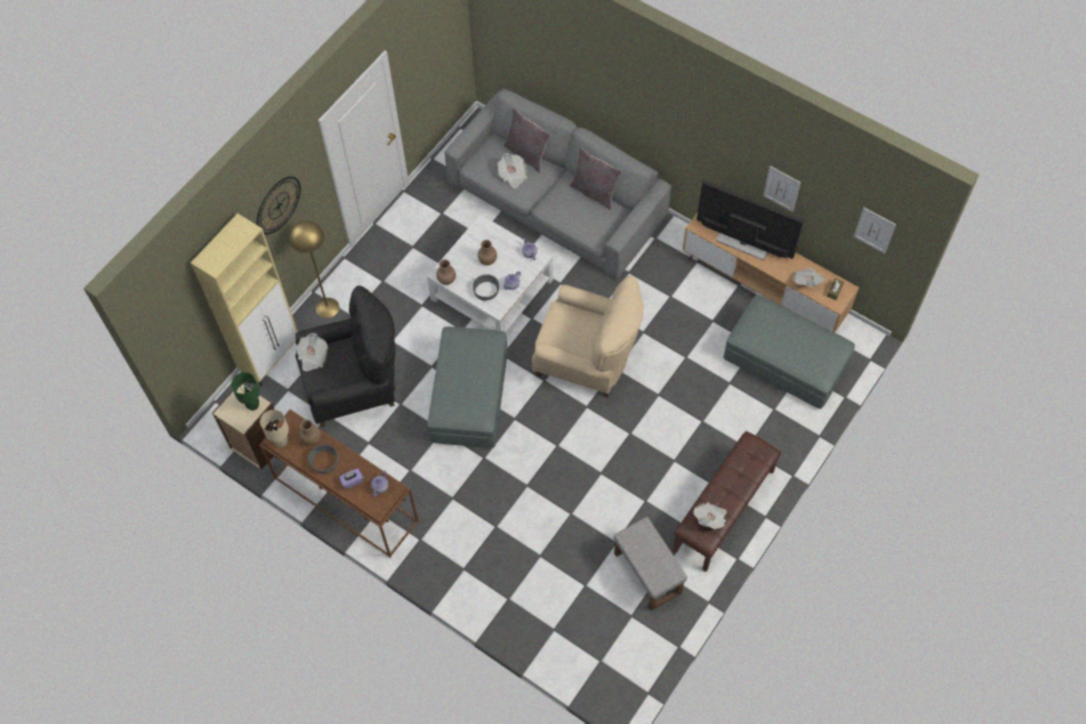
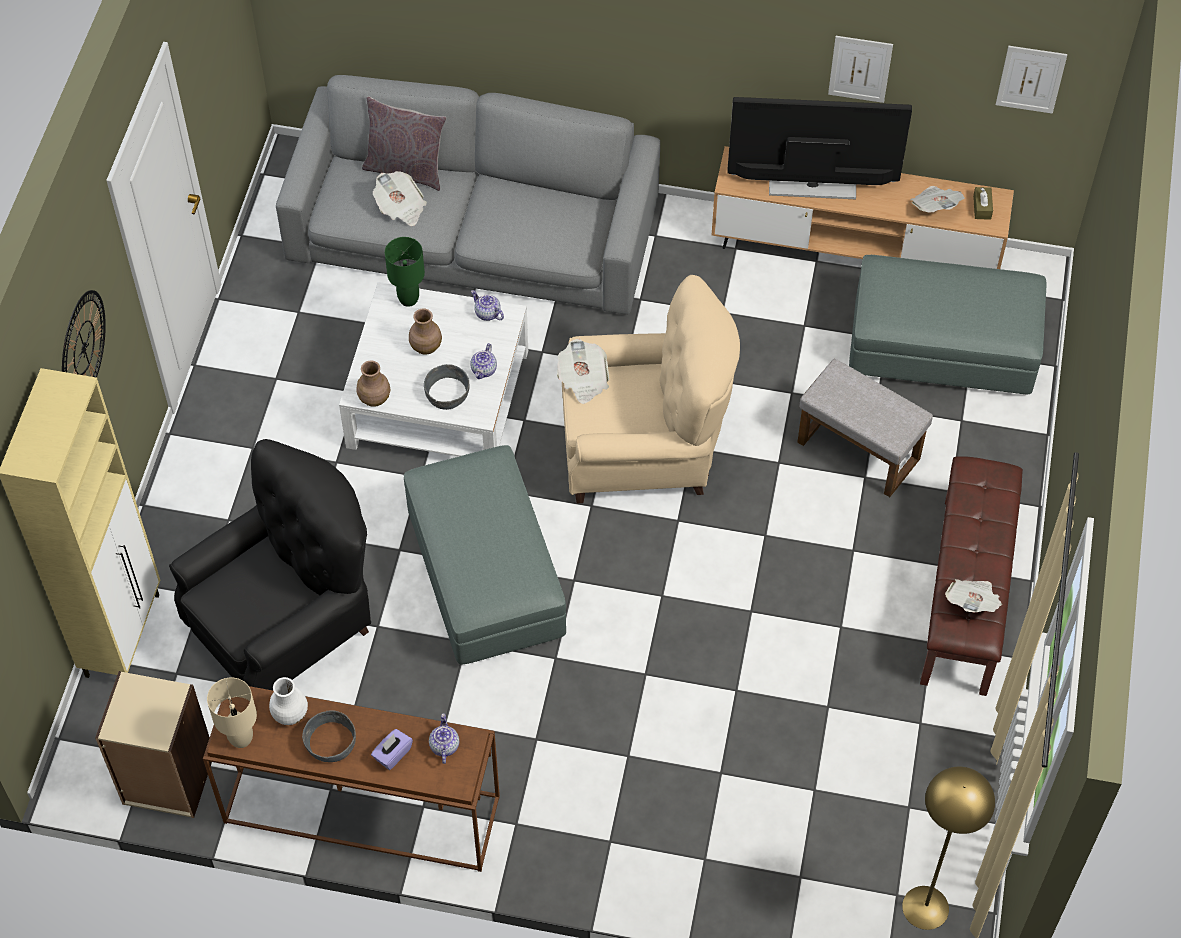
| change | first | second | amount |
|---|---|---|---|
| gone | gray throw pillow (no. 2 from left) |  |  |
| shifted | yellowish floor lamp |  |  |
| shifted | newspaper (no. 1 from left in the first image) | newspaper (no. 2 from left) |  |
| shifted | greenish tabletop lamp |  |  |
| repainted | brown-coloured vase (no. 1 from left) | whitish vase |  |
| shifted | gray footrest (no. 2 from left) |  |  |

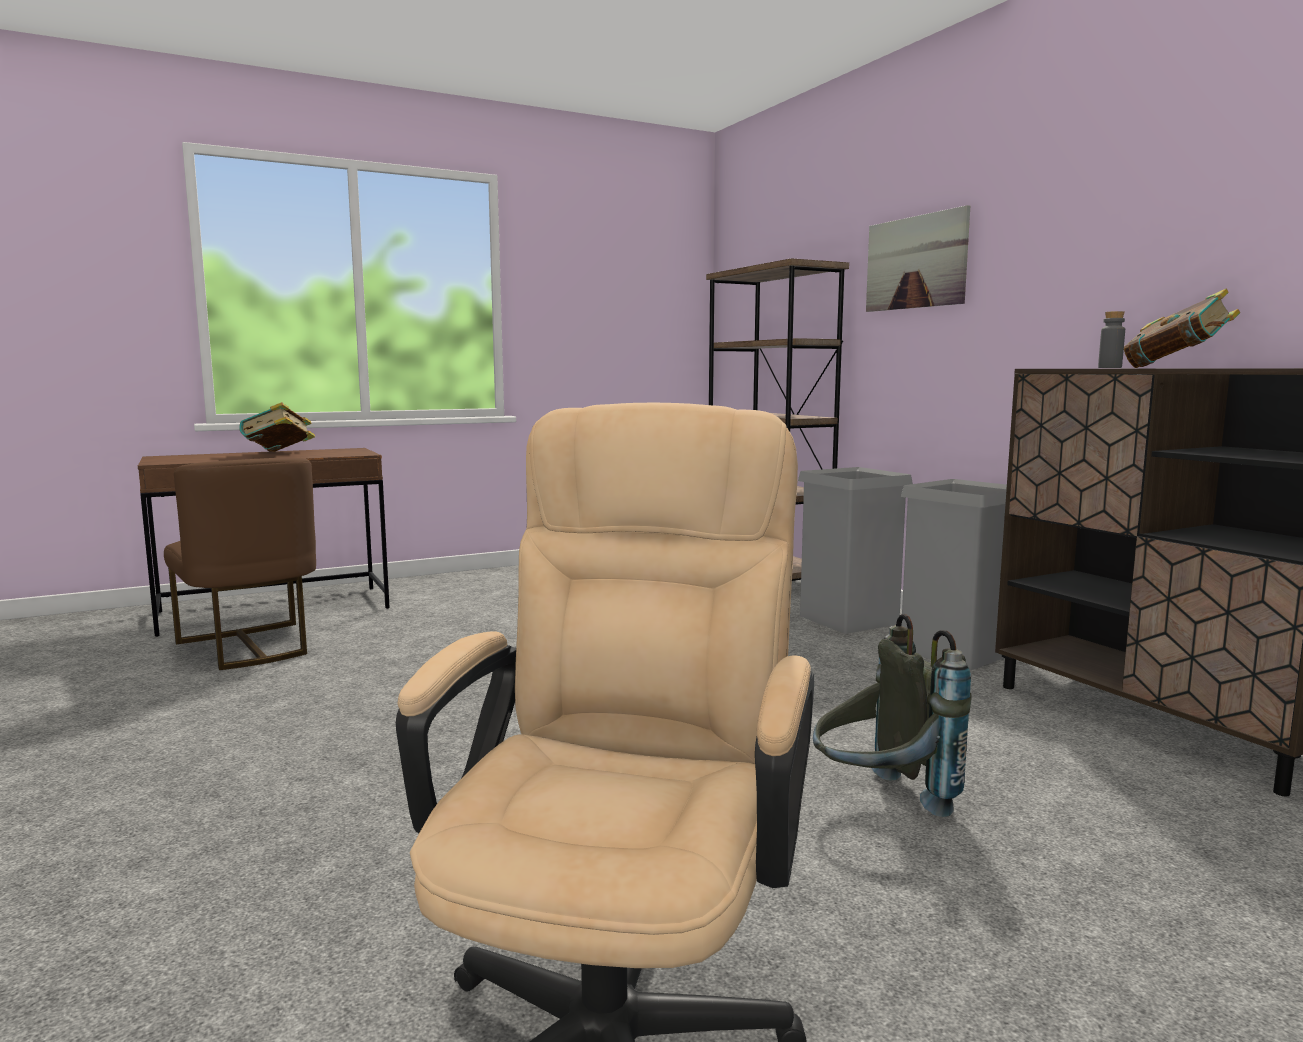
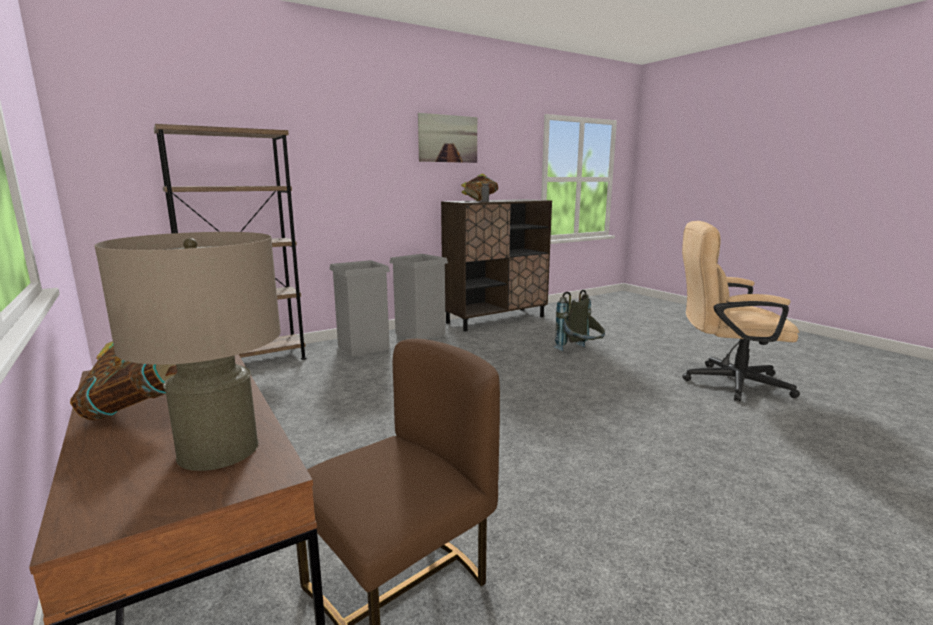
| change | first | second | amount |
|---|---|---|---|
| shifted | wall art |  |  |
| new |  | beige-coloured tabletop lamp |  |

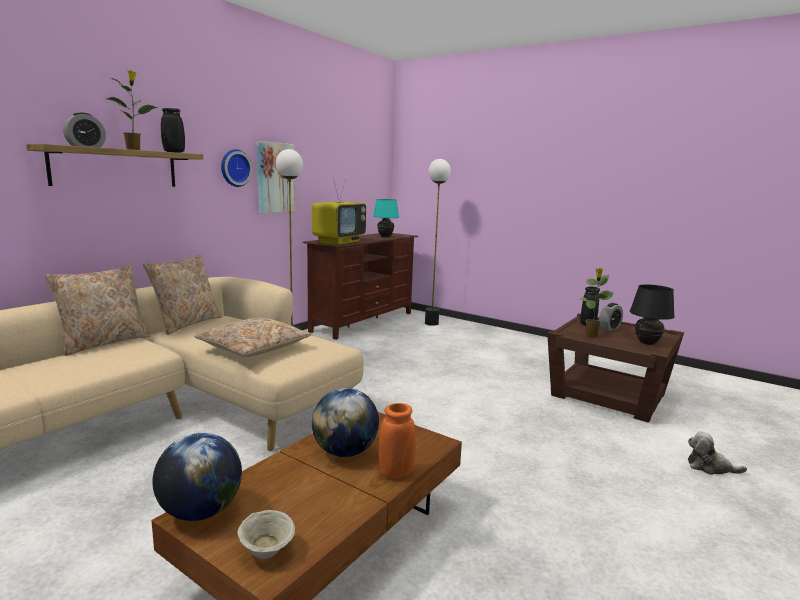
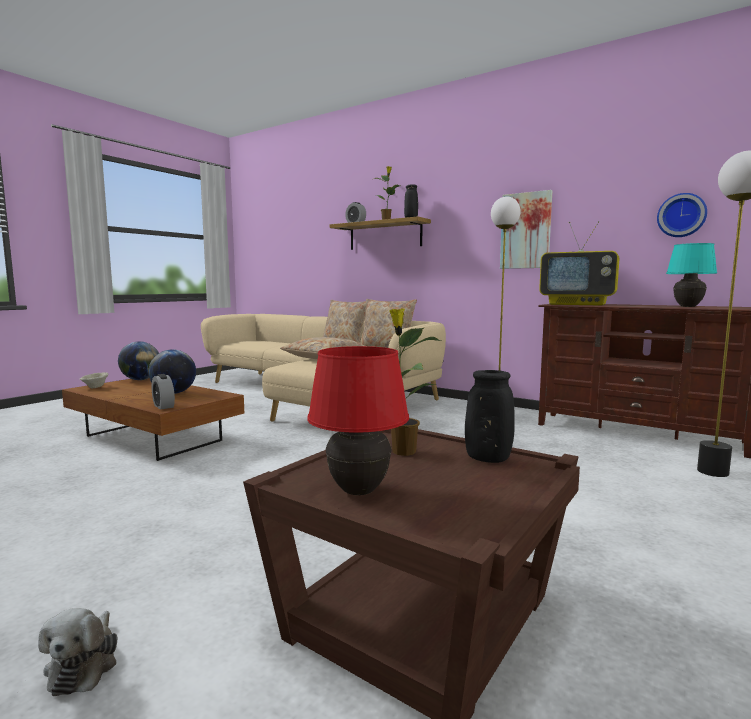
| change | first | second | amount |
|---|---|---|---|
| shifted | clock on the wall |  |  |
| repainted | black-coloured tabletop lamp | red tabletop lamp |  |
| shifted | bedside clock (no. 2 from left in the first image) | bedside clock (no. 1 from left) |  |
| gone | orangey vase |  |  |
| rotated | soft toy |  | 150 degrees clockwise |

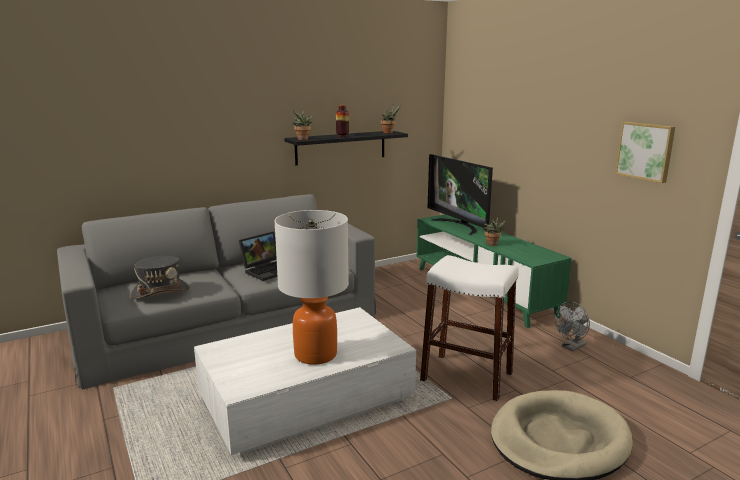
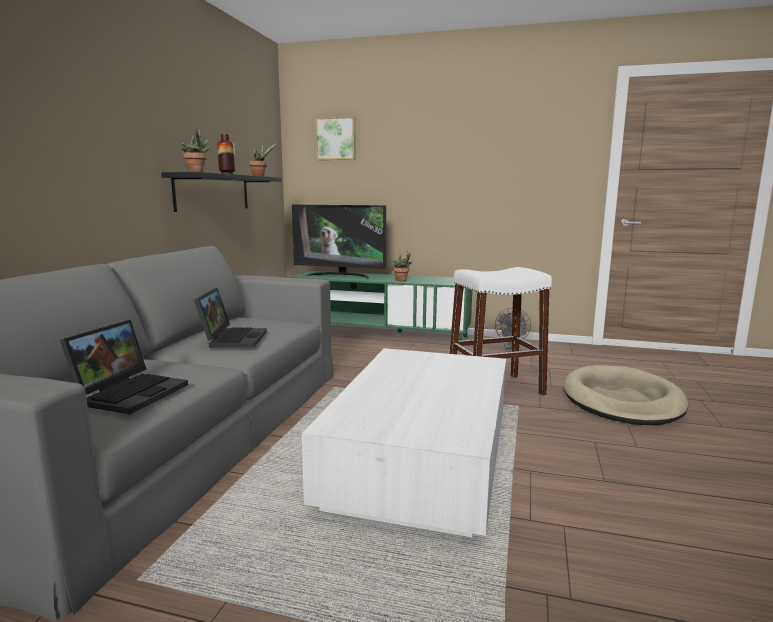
| change | first | second | amount |
|---|---|---|---|
| shifted | wall art |  |  |
| gone | tabletop lamp |  |  |
| swapped | gray hat | notebook computer (no. 1 from left) |  |

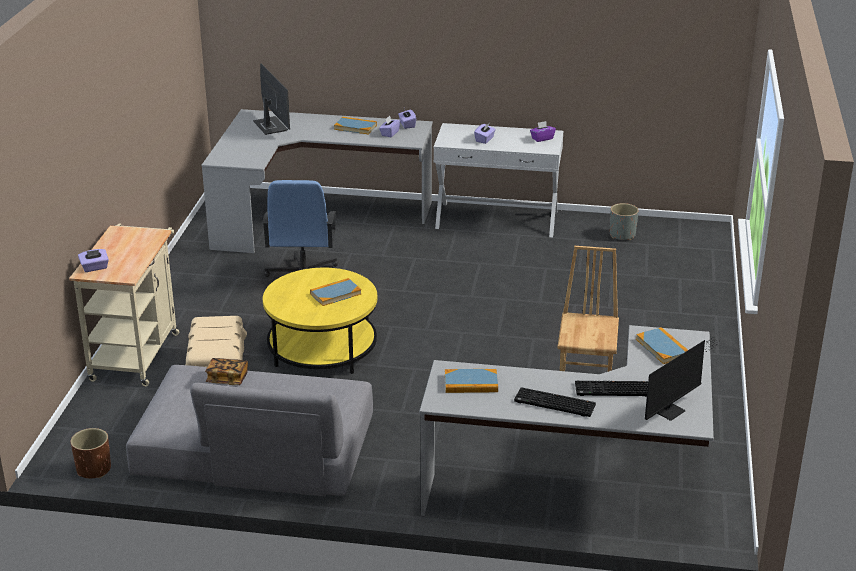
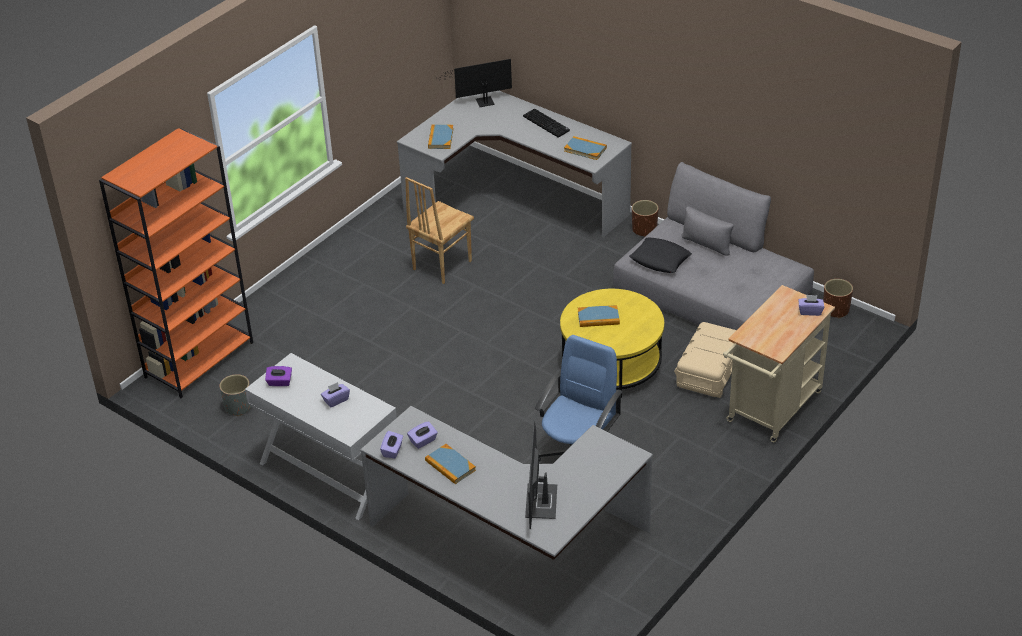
| change | first | second | amount |
|---|---|---|---|
| gone | book (no. 1 from left) |  |  |
| gone | keyboard (no. 2 from left) |  |  |
| new |  | orangey bookcase |  |
| new |  | brown-coloured plant pot (no. 1 from left) |  |
| new |  | black-coloured throw pillow |  |

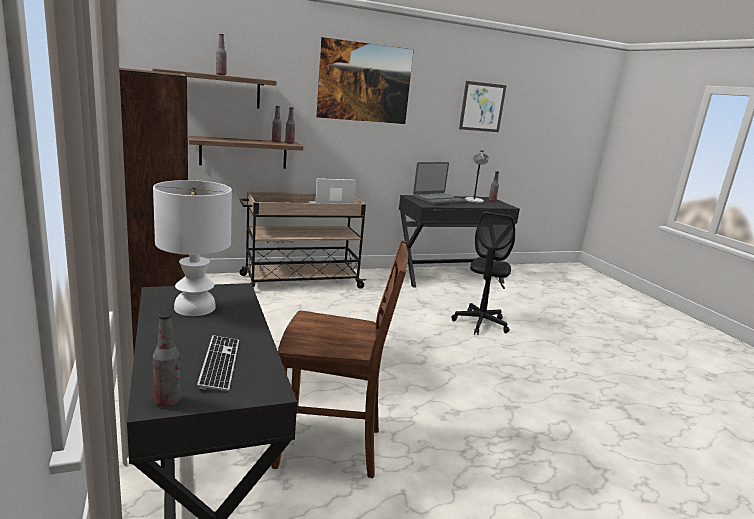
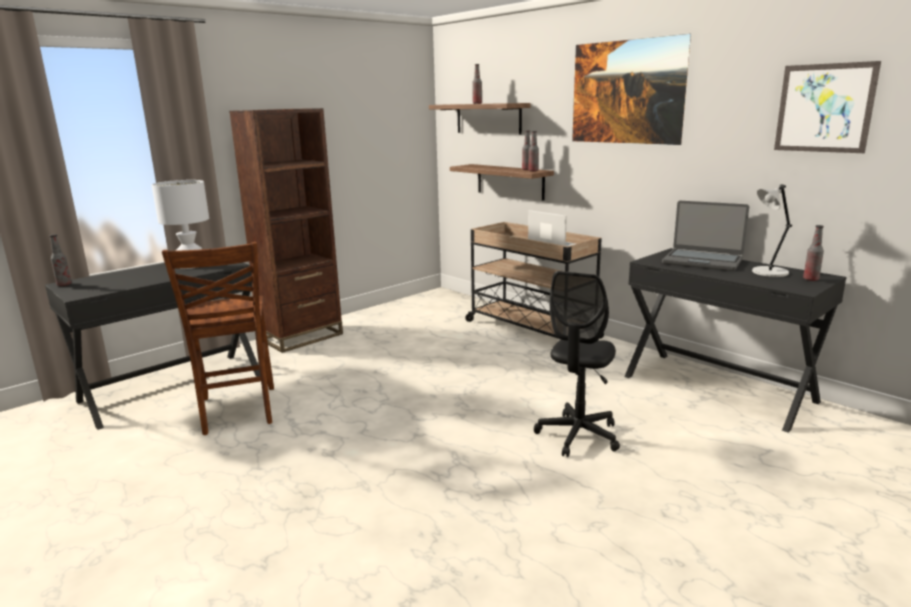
| change | first | second | amount |
|---|---|---|---|
| rotated | black-coloured office chair |  | 60 degrees counterclockwise |
| gone | keyboard |  |  |

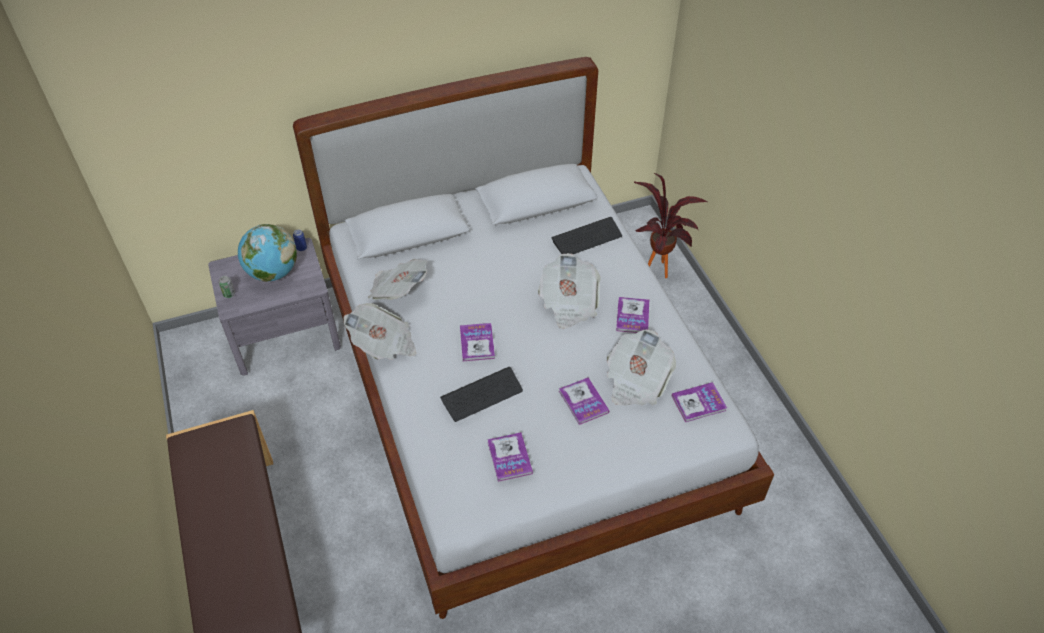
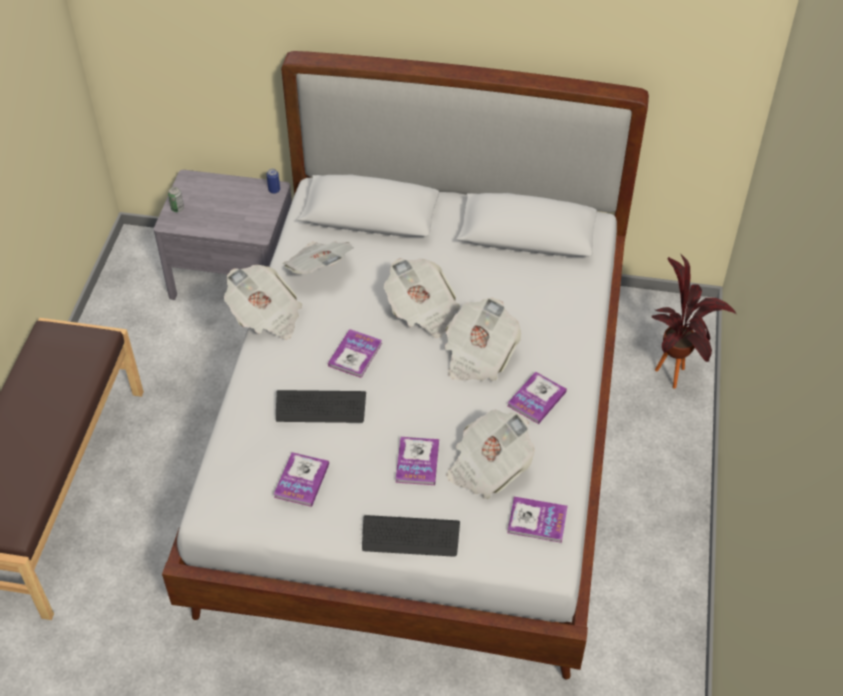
| change | first | second | amount |
|---|---|---|---|
| shifted | keyboard (no. 2 from left) |  |  |
| gone | globe |  |  |
| new |  | newspaper (no. 3 from left) |  |

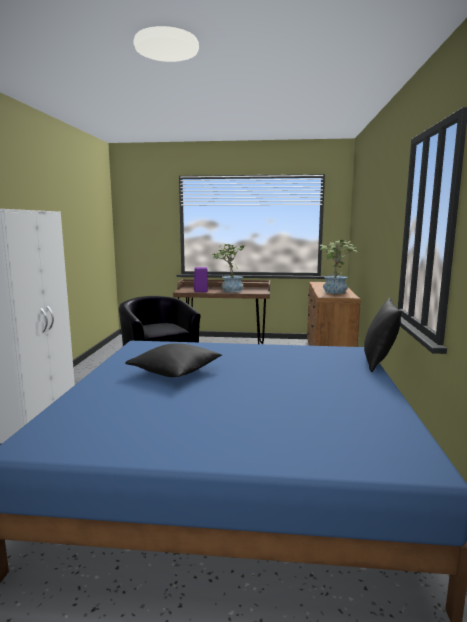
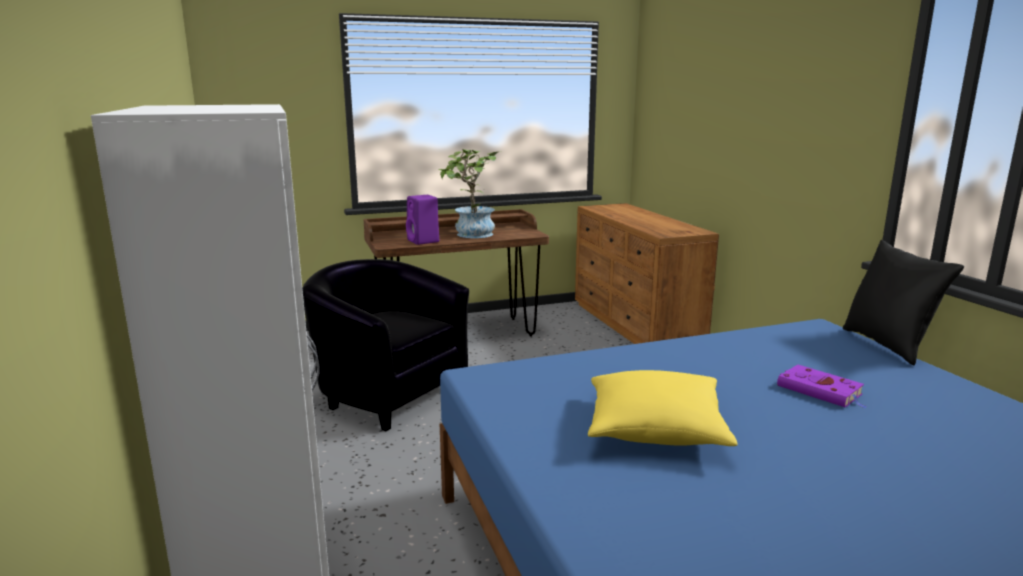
| change | first | second | amount |
|---|---|---|---|
| gone | potted plant (no. 2 from left) |  |  |
| repainted | black-coloured throw pillow (no. 1 from left) | yellowish throw pillow |  |
| new |  | purple-coloured book |  |

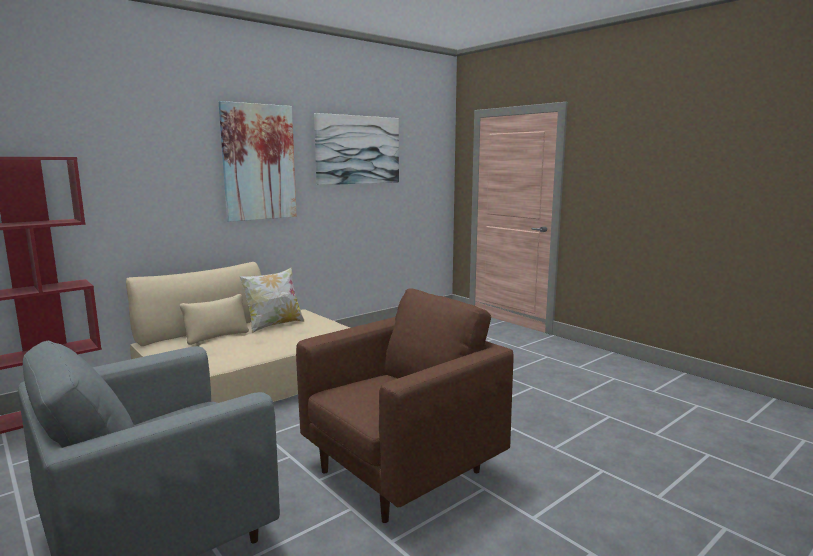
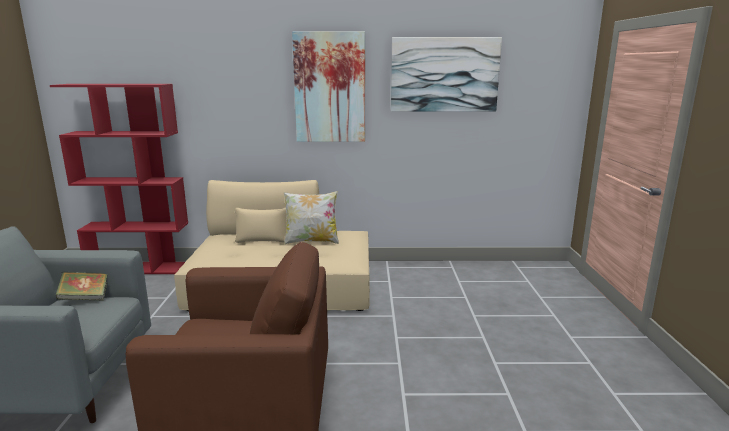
| change | first | second | amount |
|---|---|---|---|
| new |  | book |  |

